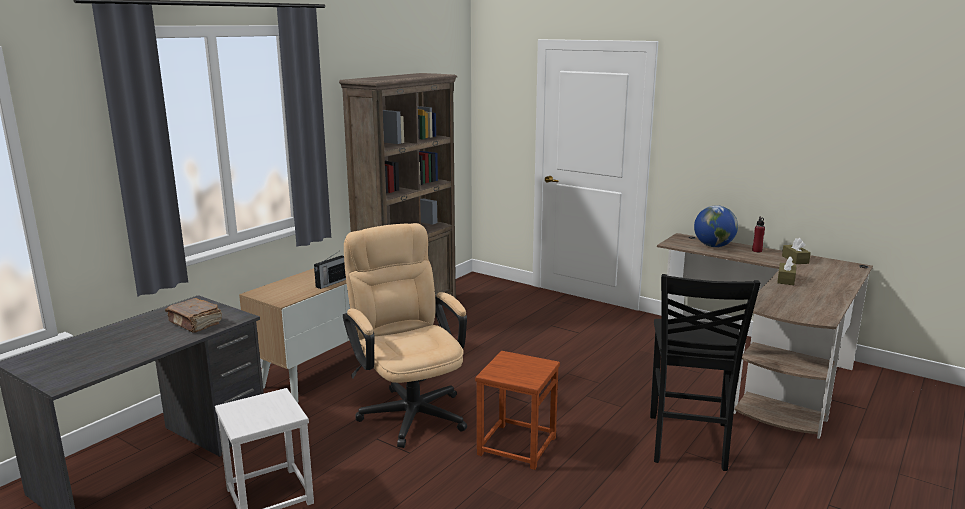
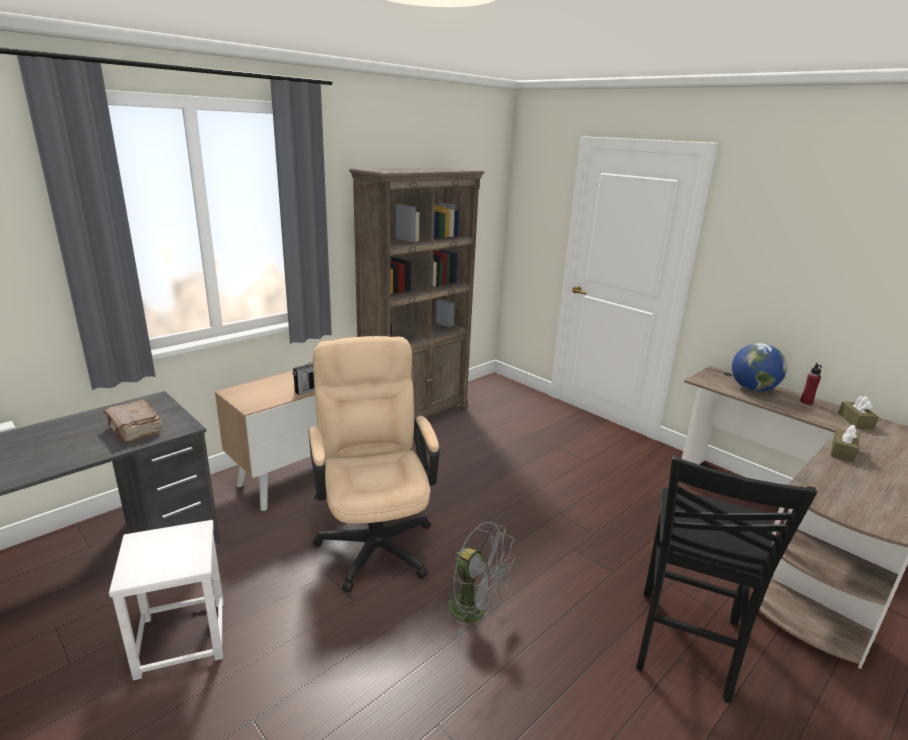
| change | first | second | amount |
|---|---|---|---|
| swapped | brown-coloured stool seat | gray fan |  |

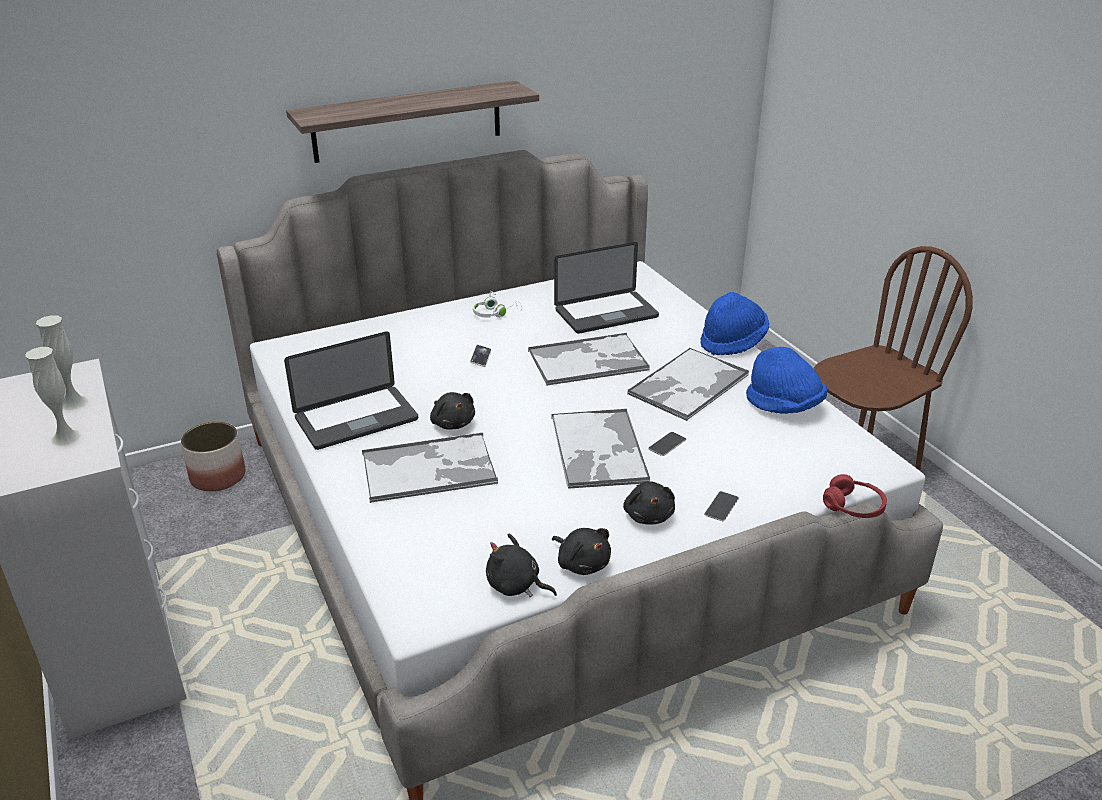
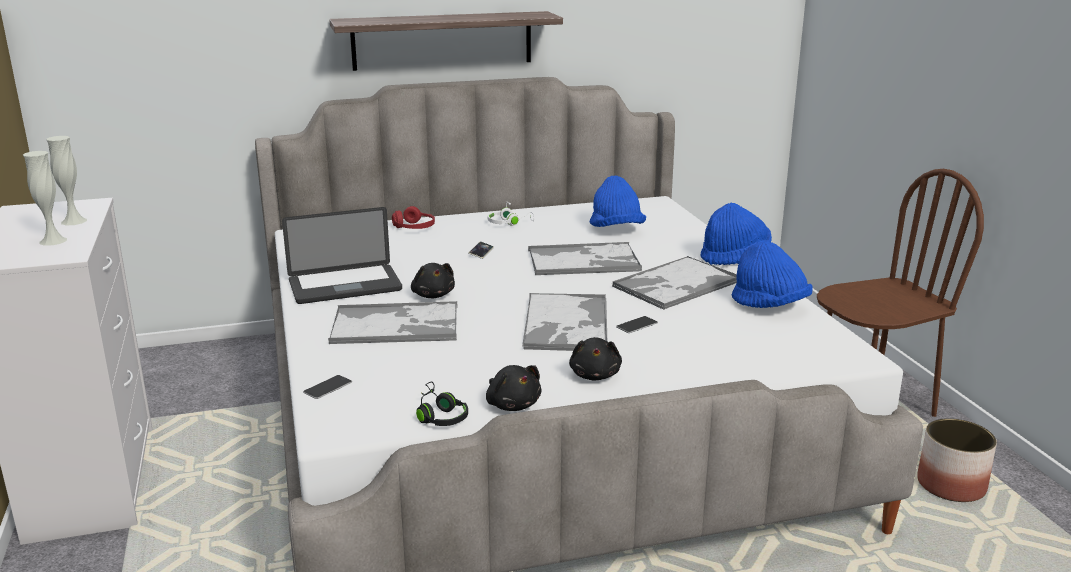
| change | first | second | amount |
|---|---|---|---|
| swapped | notebook computer (no. 2 from left) | bluish hat (no. 1 from left) |  |
| shifted | plant pot |  |  |
| shifted | red pair of headphones |  |  |
| shifted | handset (no. 3 from left in the first image) | handset (no. 1 from left) |  |
| swapped | black-coloured soft toy (no. 2 from left) | black-coloured pair of headphones |  |

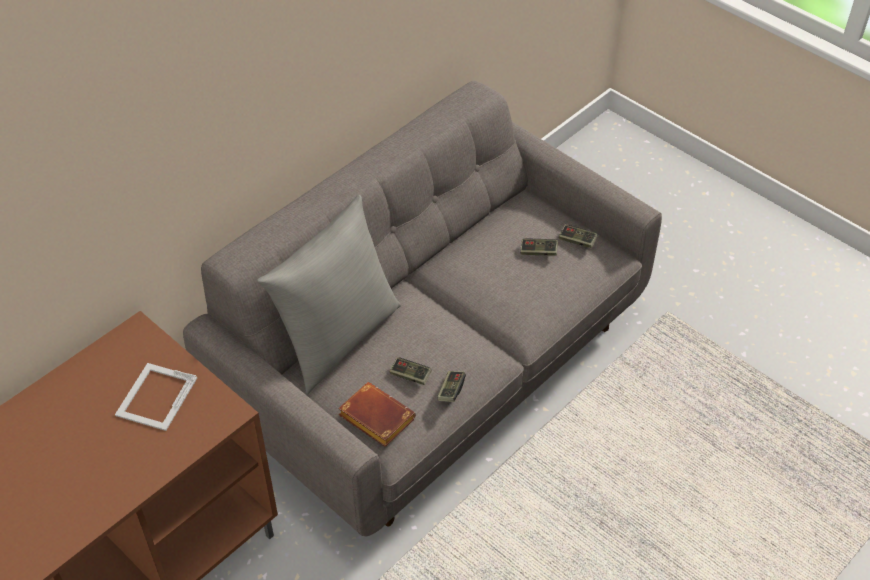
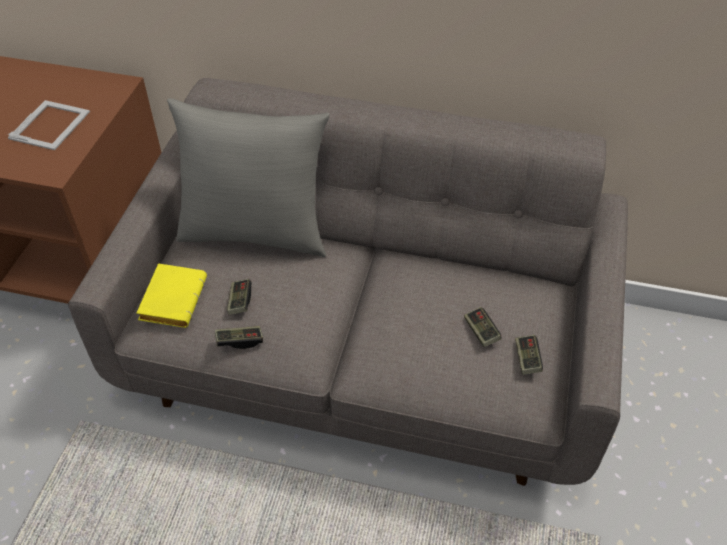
| change | first | second | amount |
|---|---|---|---|
| rotated | picture frame |  | 120 degrees clockwise |
| repainted | brown-coloured book | yellowish book |  |

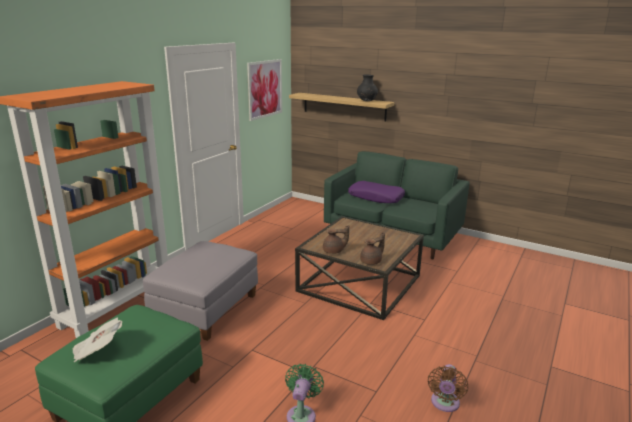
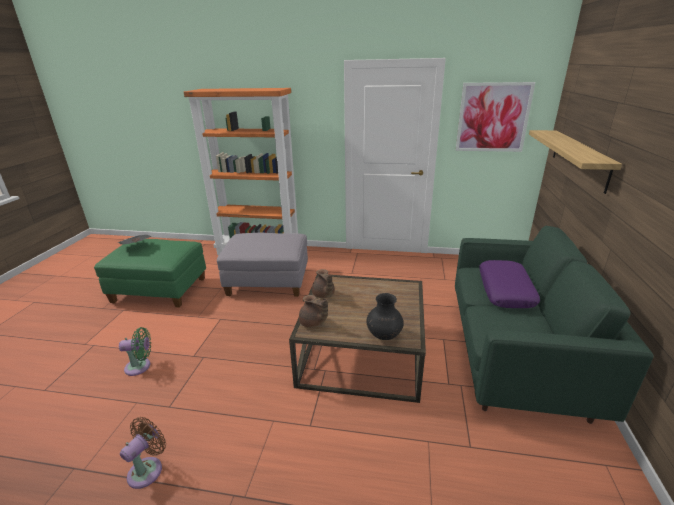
| change | first | second | amount |
|---|---|---|---|
| shifted | black-coloured vase |  |  |
| rotated | brown-coloured fan |  | 120 degrees clockwise |

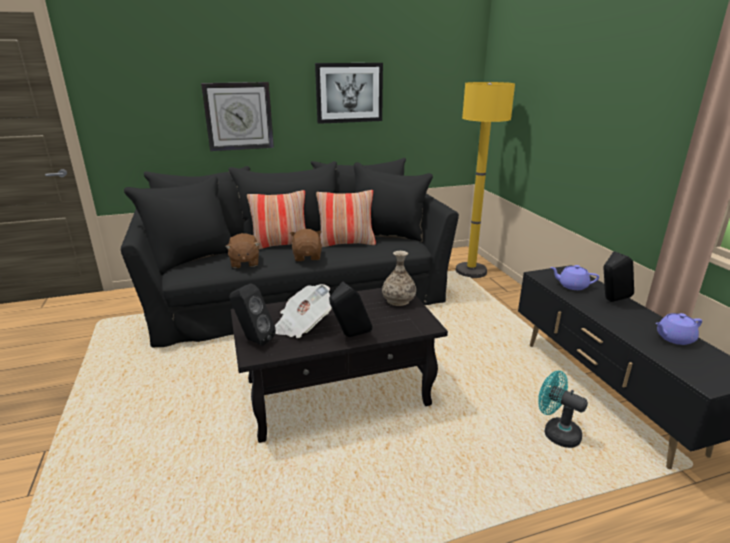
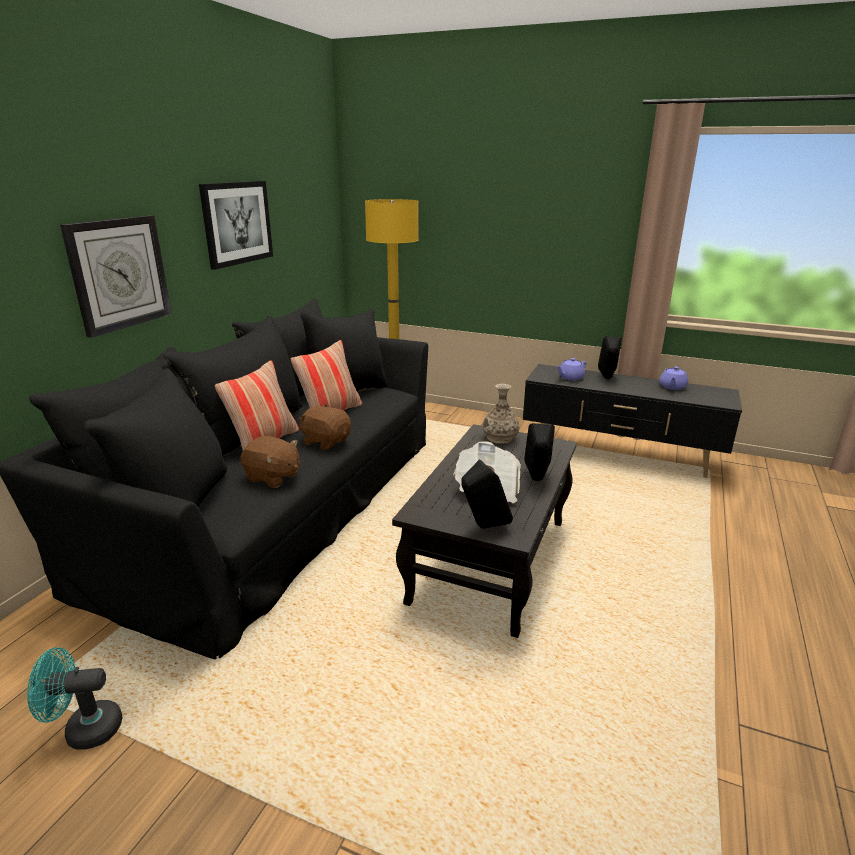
| change | first | second | amount |
|---|---|---|---|
| shifted | turquoise-coloured fan |  |  |

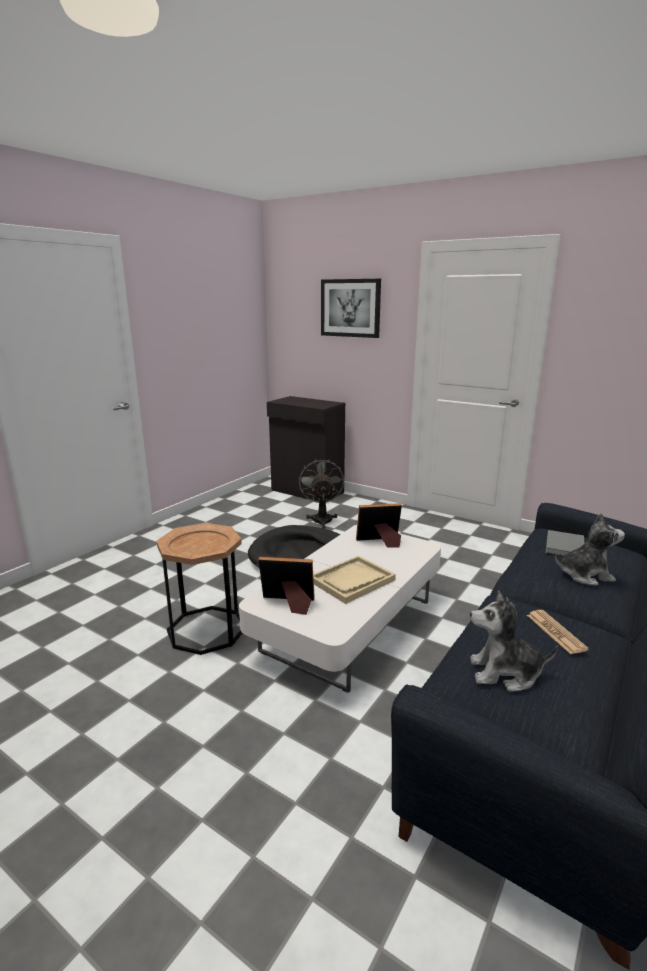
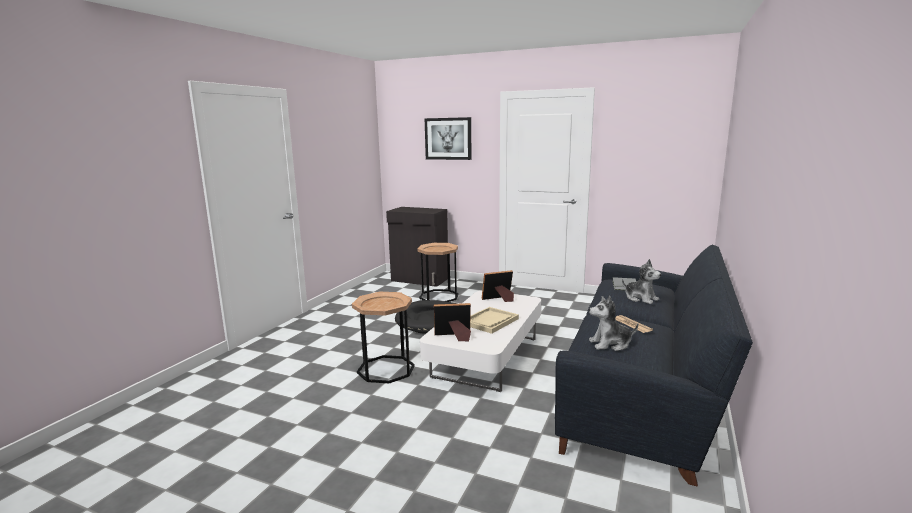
| change | first | second | amount |
|---|---|---|---|
| swapped | gray fan | brown-coloured end table (no. 2 from left) |  |
| rotated | soft toy (no. 2 from left) |  | 60 degrees clockwise |

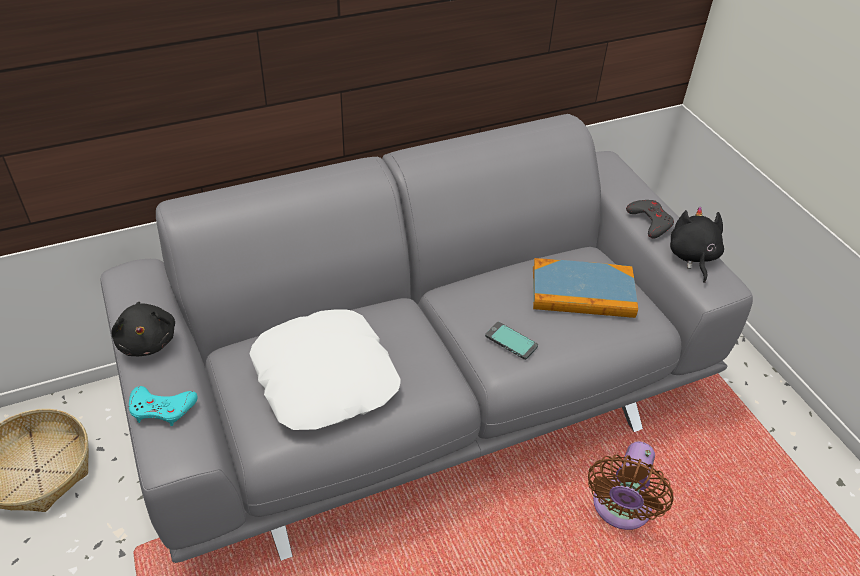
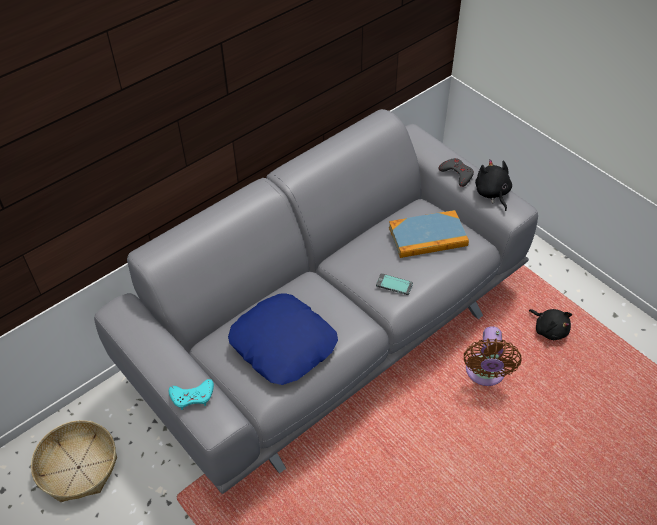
| change | first | second | amount |
|---|---|---|---|
| shifted | black-coloured soft toy (no. 1 from left in the first image) | black-coloured soft toy (no. 2 from left) |  |
| repainted | whitish throw pillow | bluish throw pillow |  |

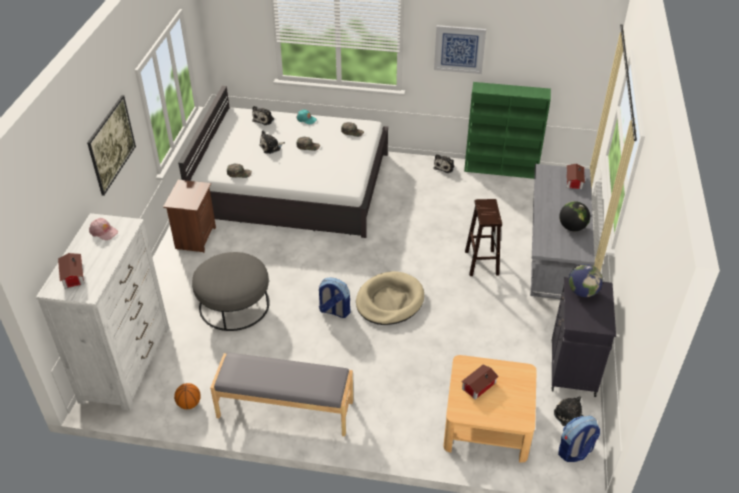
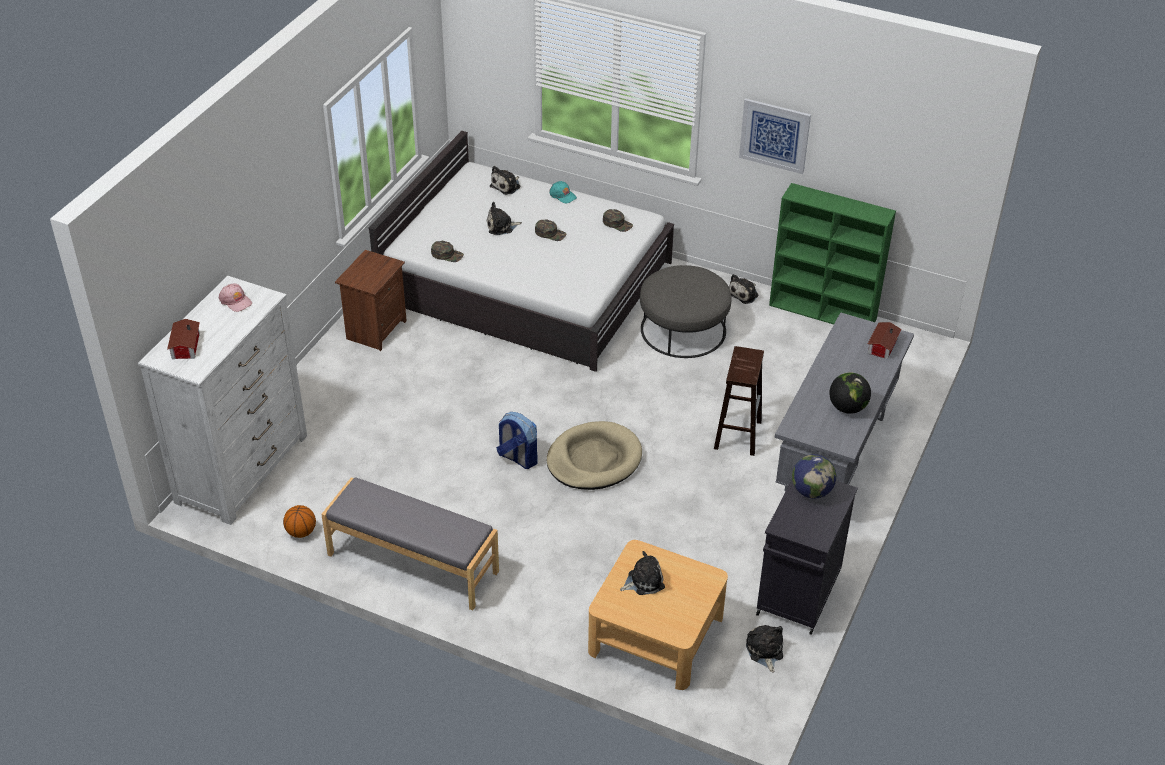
| change | first | second | amount |
|---|---|---|---|
| gone | wall art (no. 1 from left) |  |  |
| shifted | gray footrest |  |  |
| swapped | toy house (no. 2 from left) | soft toy (no. 3 from left) |  |
| gone | rucksack (no. 2 from left) |  |  |

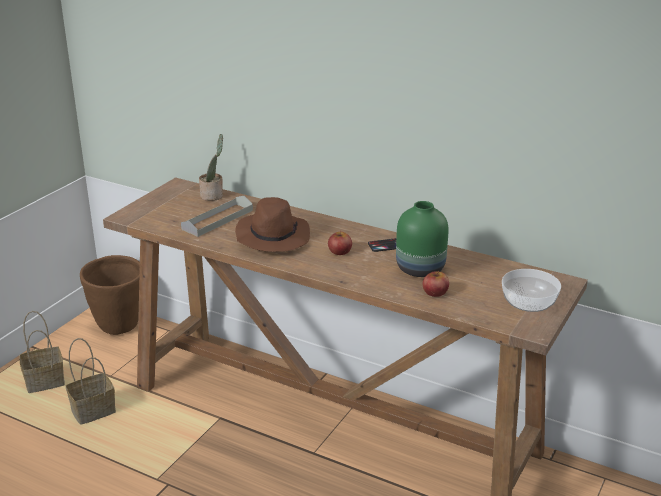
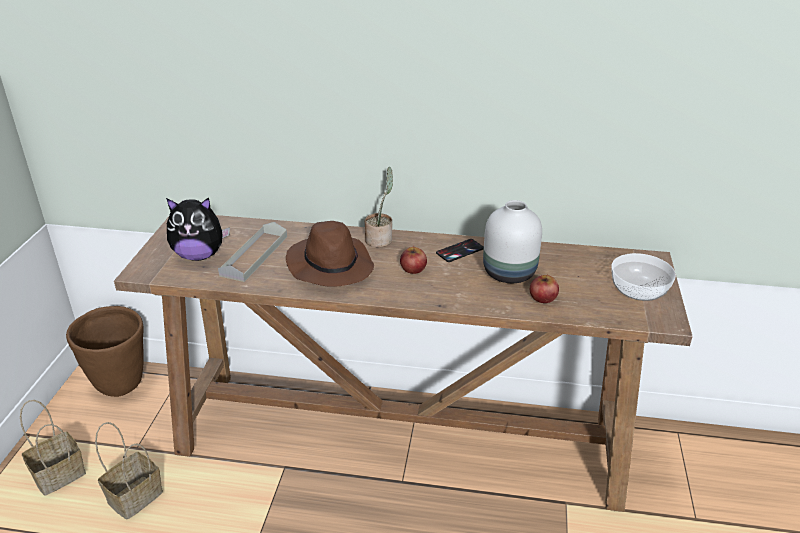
| change | first | second | amount |
|---|---|---|---|
| shifted | potted plant |  |  |
| repainted | greenish vase | whitish vase |  |
| new |  | soft toy |  |

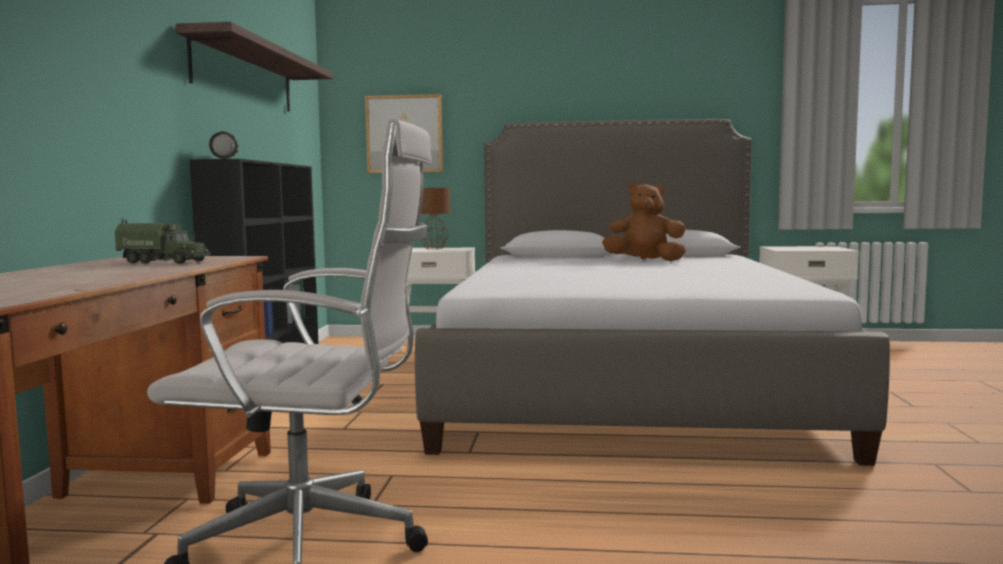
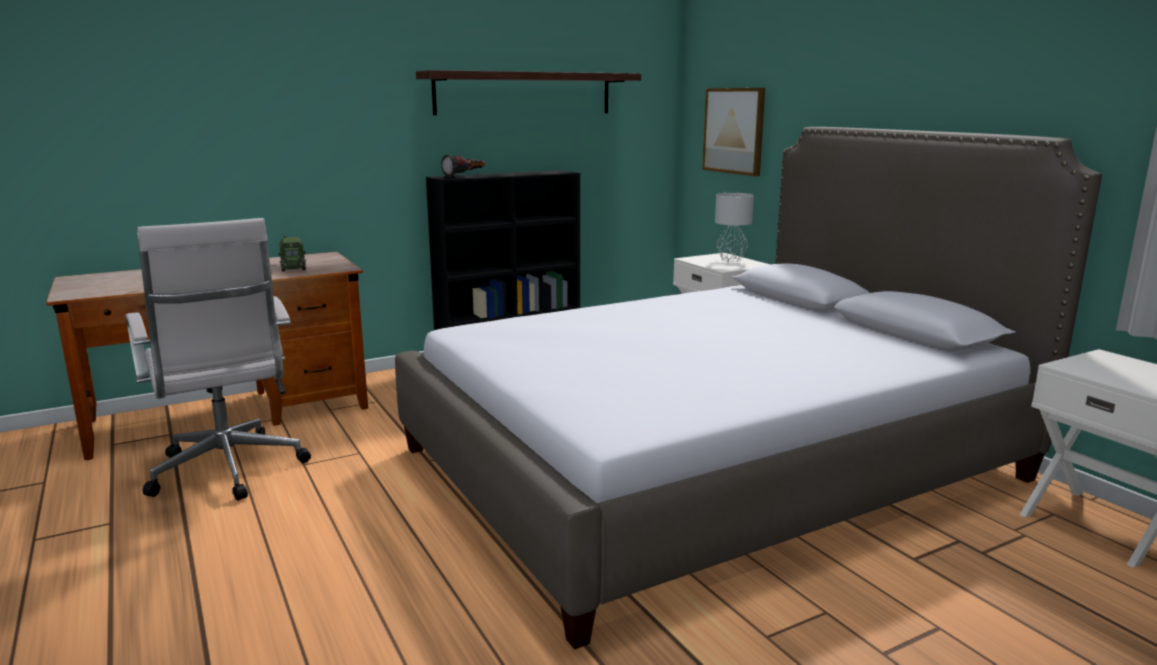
| change | first | second | amount |
|---|---|---|---|
| gone | brown-coloured soft toy |  |  |
| repainted | brown-coloured tabletop lamp | gray tabletop lamp |  |

